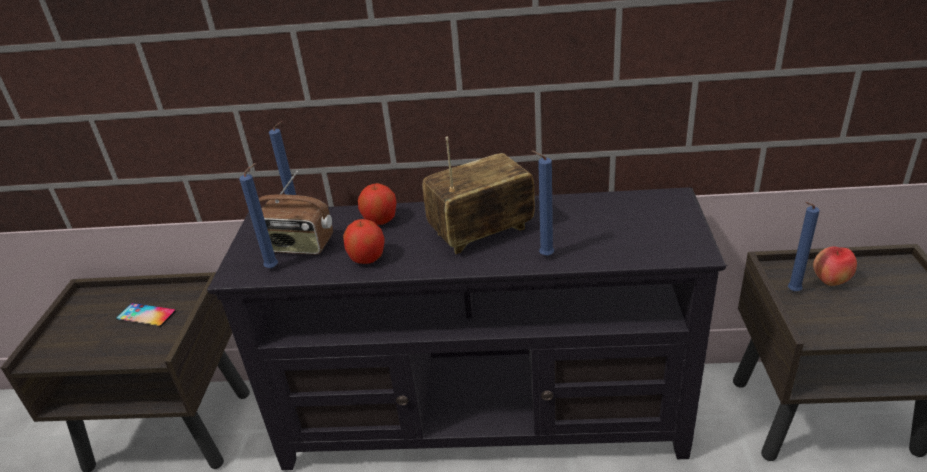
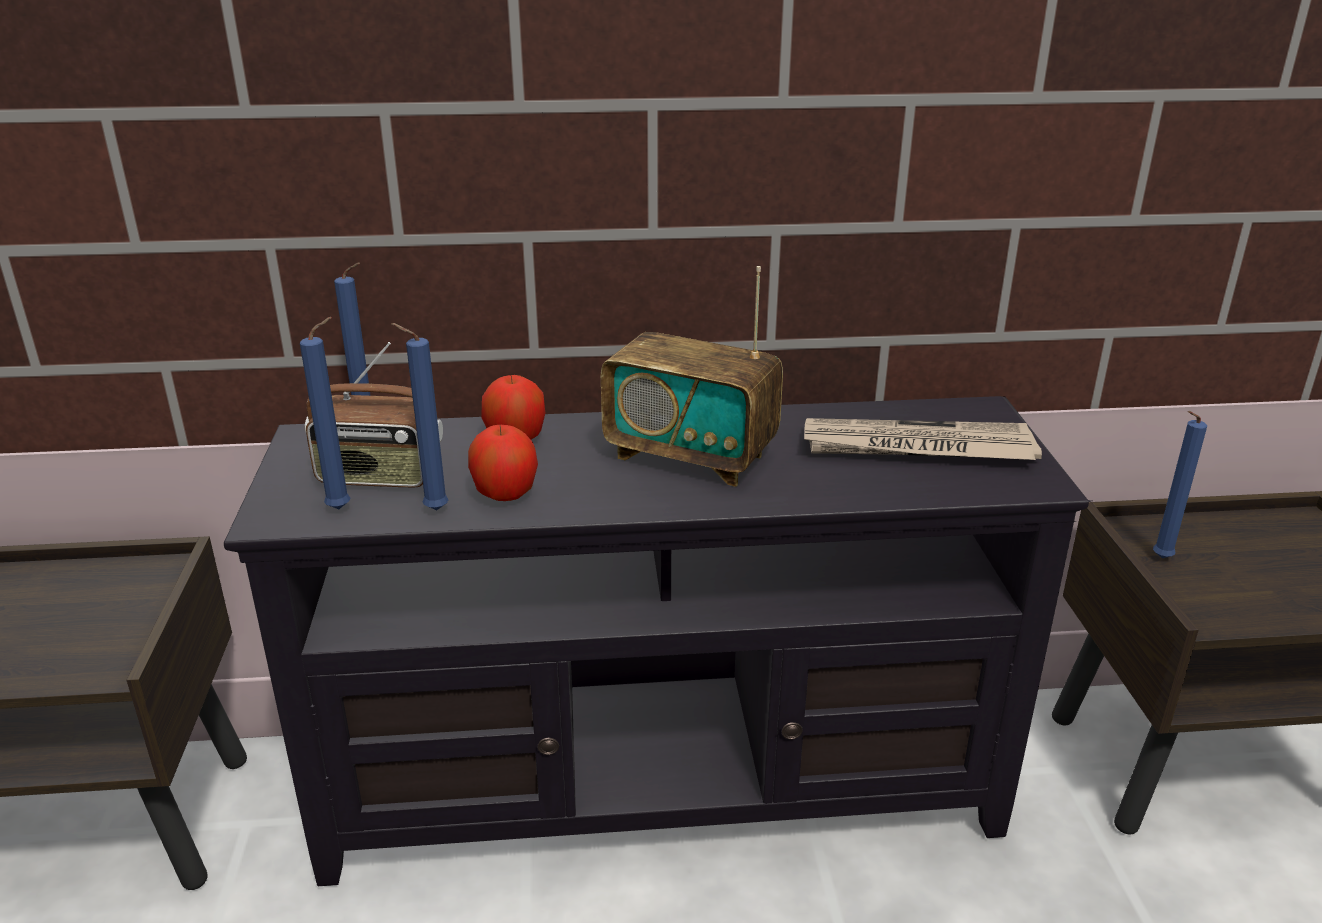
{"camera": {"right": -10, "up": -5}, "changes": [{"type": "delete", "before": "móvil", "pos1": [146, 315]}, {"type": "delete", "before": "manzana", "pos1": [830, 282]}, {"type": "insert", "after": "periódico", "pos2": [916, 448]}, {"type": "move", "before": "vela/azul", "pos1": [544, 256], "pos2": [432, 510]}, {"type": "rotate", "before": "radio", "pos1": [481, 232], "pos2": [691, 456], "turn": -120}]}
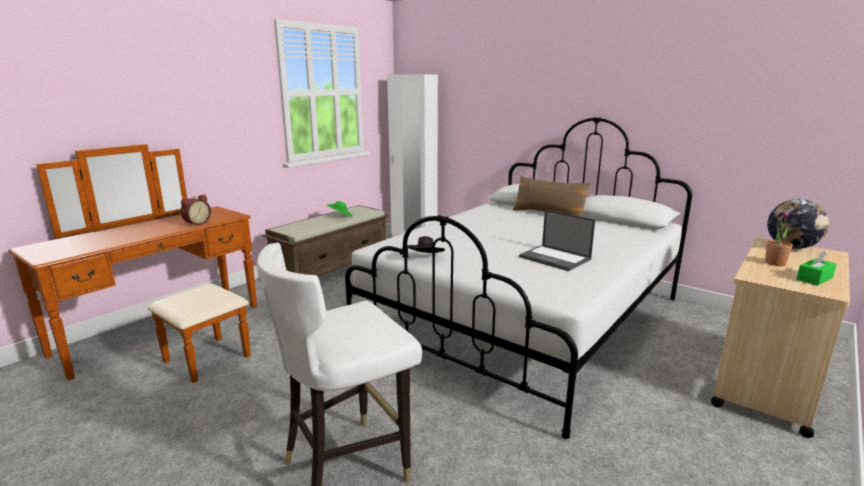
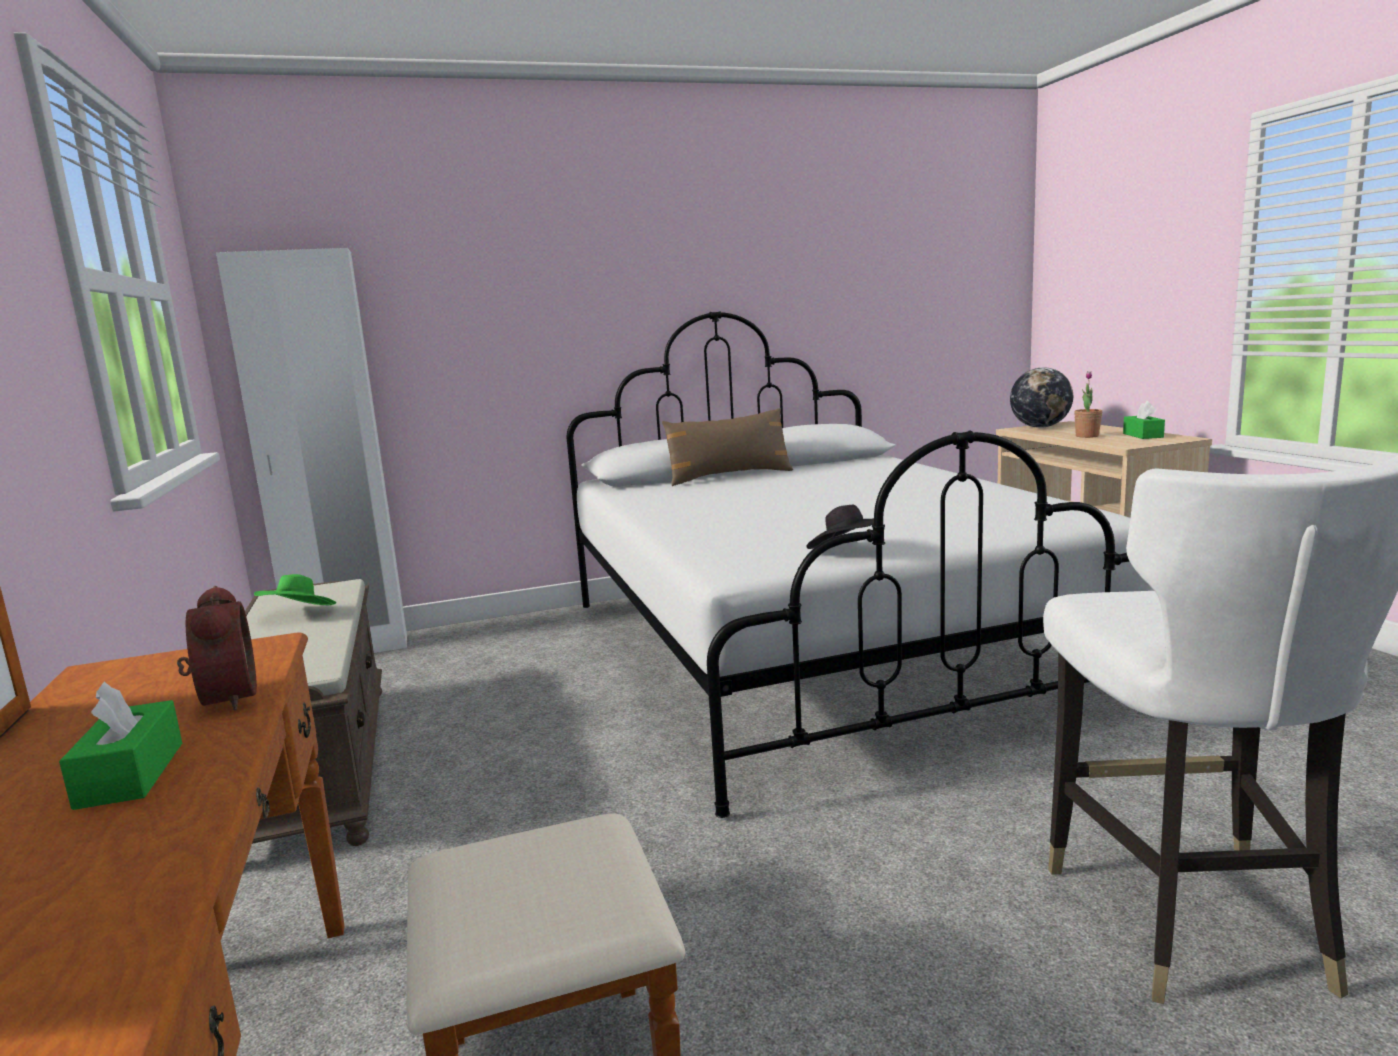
{"camera": {"right": -55, "up": -5}, "changes": [{"type": "delete", "before": "portátil", "pos1": [555, 258]}, {"type": "insert", "after": "caja de pañuelos/verde", "pos2": [130, 775]}]}
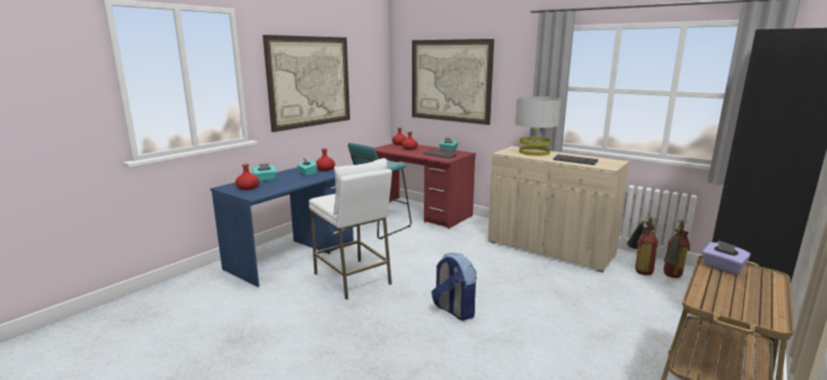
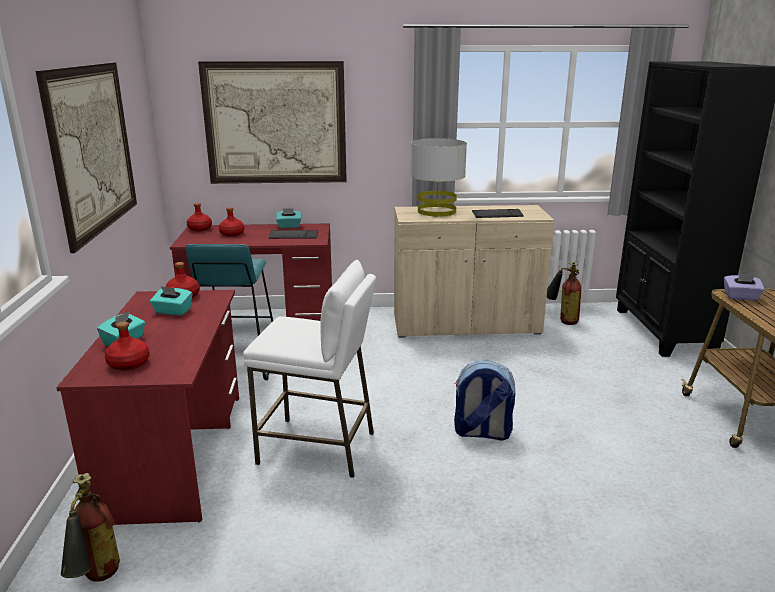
{"camera": {"right": -40, "up": 5}, "changes": [{"type": "move", "before": "extintor", "pos1": [670, 277], "pos2": [96, 582]}, {"type": "recolor", "before": "escritorio/azul", "after": "escritorio/rojo", "pos1": [292, 255], "pos2": [176, 453]}]}
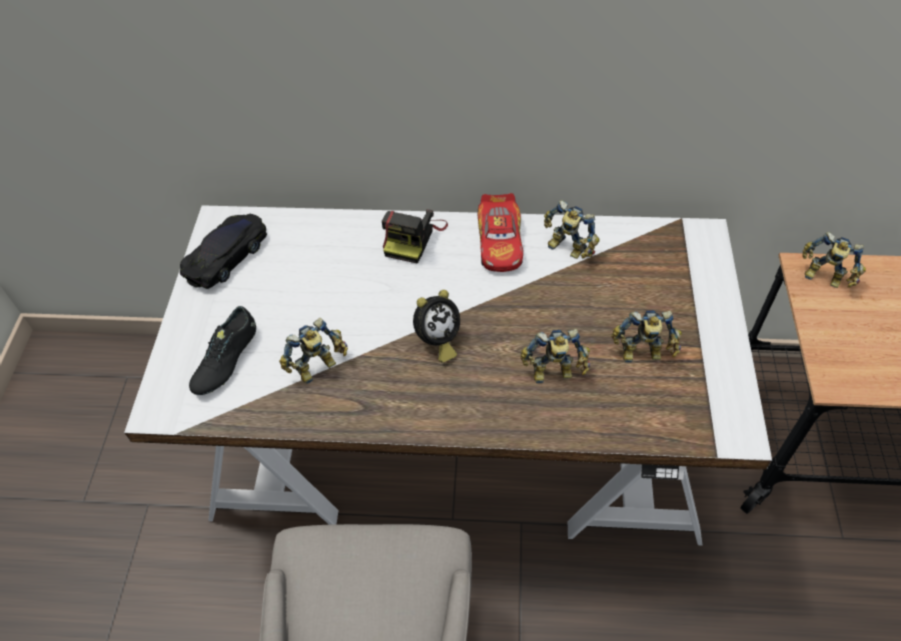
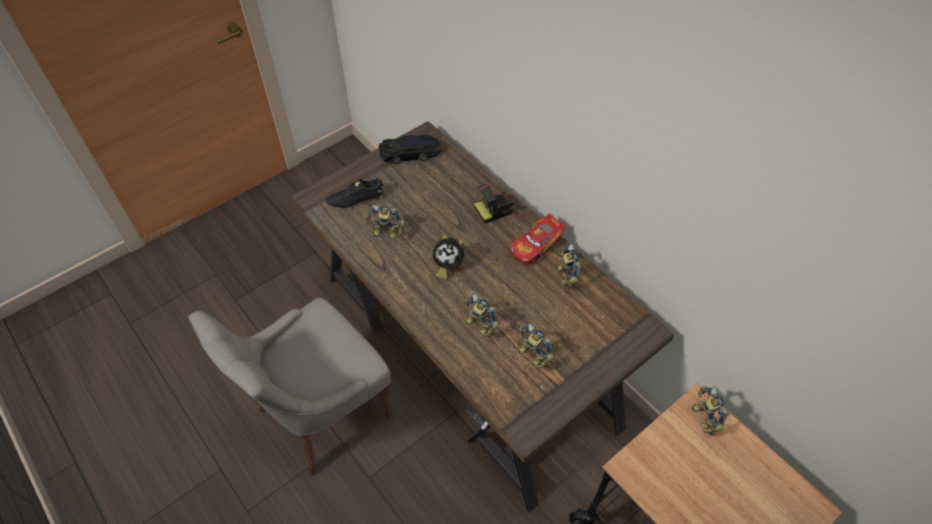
{"camera": {"right": 45, "up": 0}, "changes": [{"type": "recolor", "before": "escritorio/blanco", "after": "escritorio/marrón", "pos1": [457, 445], "pos2": [468, 349]}]}
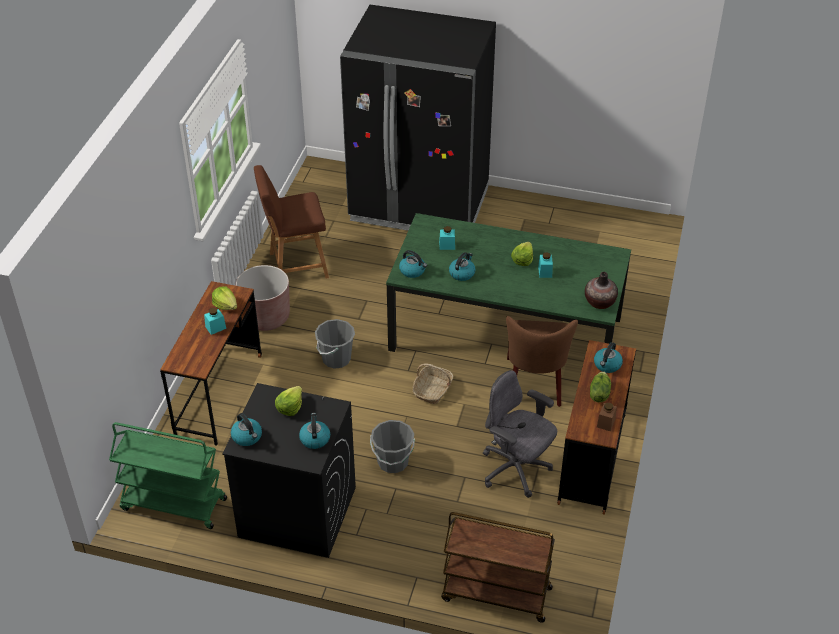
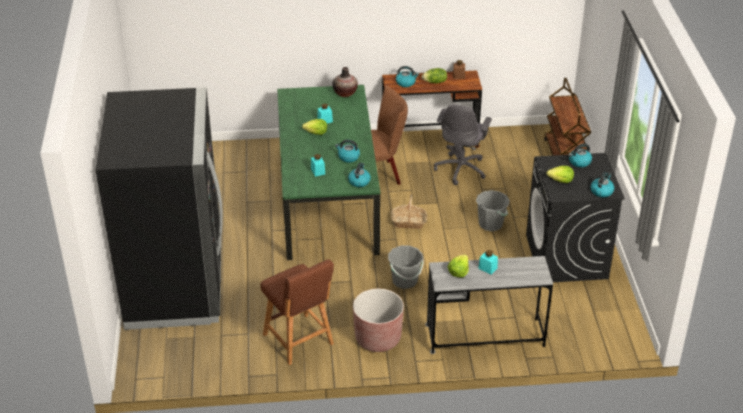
{"camera": {"right": -110, "up": -5}, "changes": [{"type": "delete", "before": "carrito/verde", "pos1": [173, 504]}, {"type": "recolor", "before": "escritorio/marrón", "after": "escritorio/gris", "pos1": [219, 394], "pos2": [485, 336]}]}
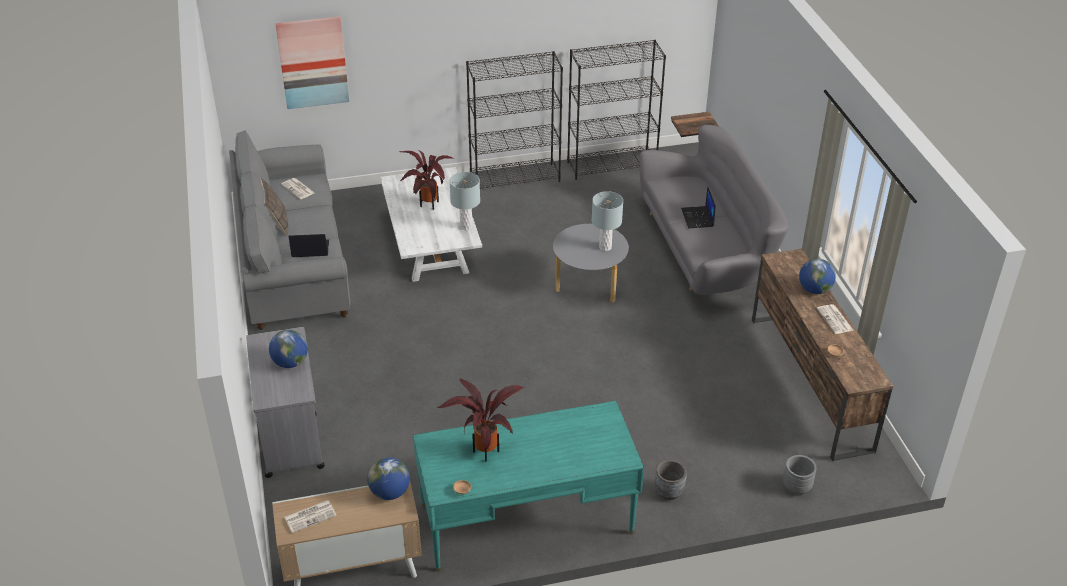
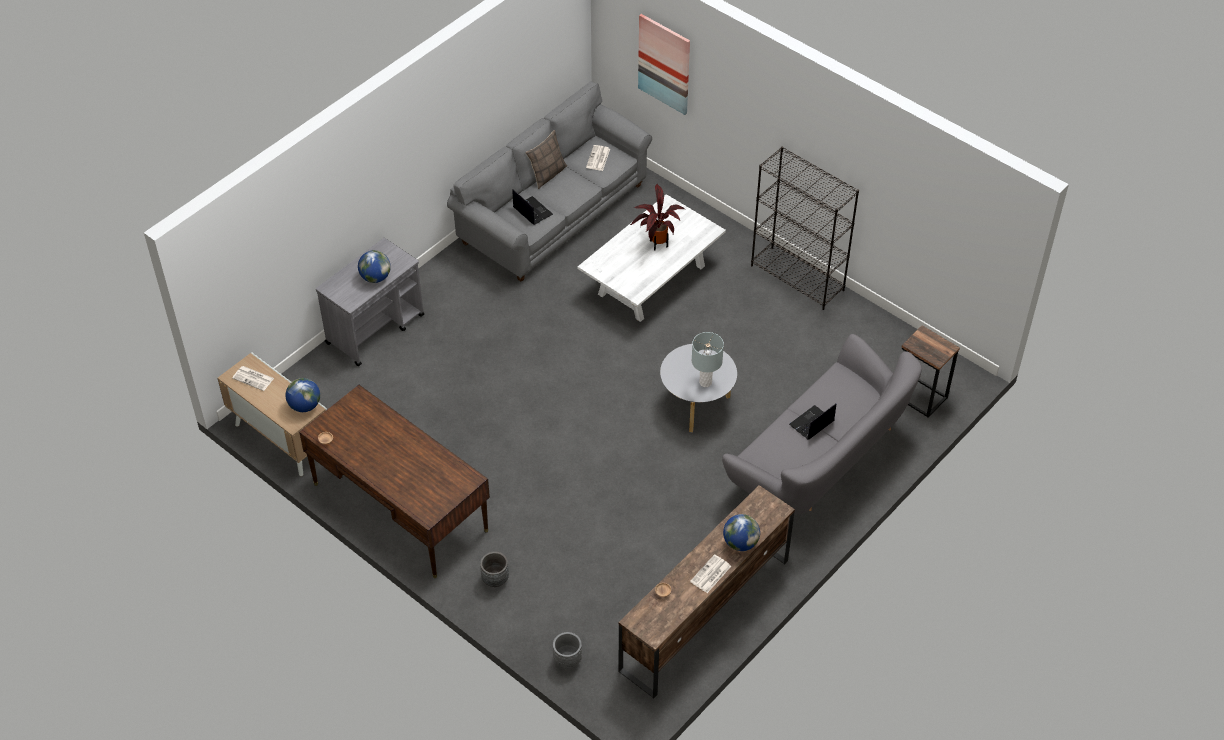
{"camera": {"right": 55, "up": 10}, "changes": [{"type": "delete", "before": "planta en maceta", "pos1": [485, 449]}, {"type": "delete", "before": "lámpara de mesa/gris", "pos1": [466, 227]}, {"type": "delete", "before": "estantería/negro", "pos1": [612, 165]}, {"type": "recolor", "before": "escritorio/turquesa", "after": "escritorio/marrón", "pos1": [526, 519], "pos2": [400, 507]}]}
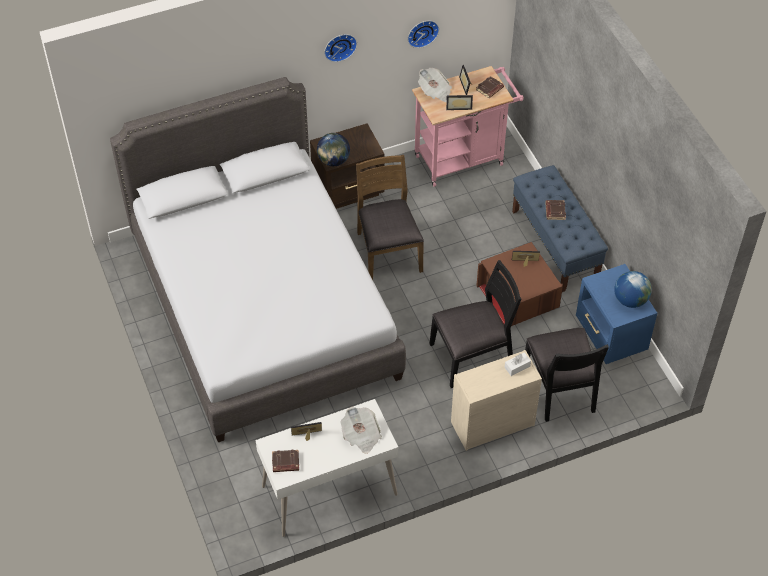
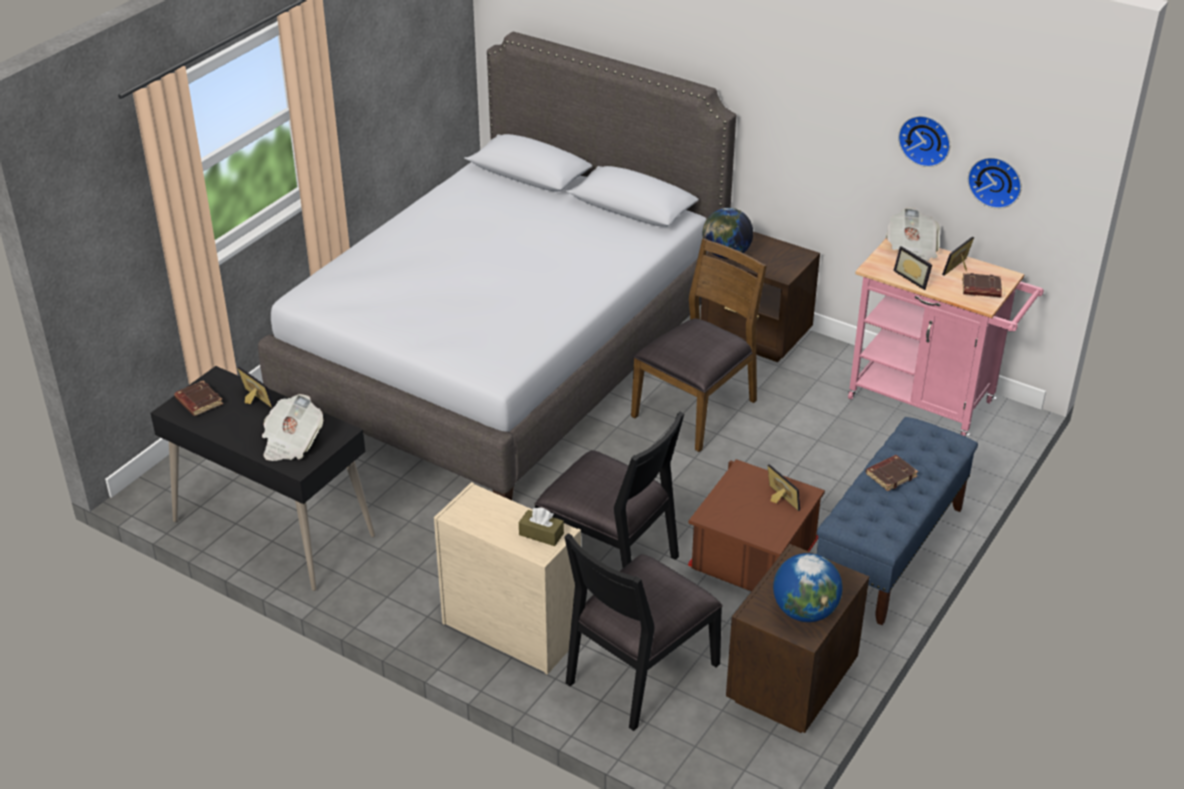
{"camera": {"right": 55, "up": -15}, "changes": [{"type": "move", "before": "reloj de pared", "pos1": [339, 46], "pos2": [996, 180]}, {"type": "recolor", "before": "escritorio/blanco", "after": "escritorio/negro", "pos1": [329, 491], "pos2": [273, 529]}, {"type": "recolor", "before": "caja de pañuelos/blanco", "after": "caja de pañuelos/marrón", "pos1": [517, 367], "pos2": [541, 534]}, {"type": "recolor", "before": "mesita de noche/azul", "after": "mesita de noche/marrón", "pos1": [610, 337], "pos2": [788, 685]}]}
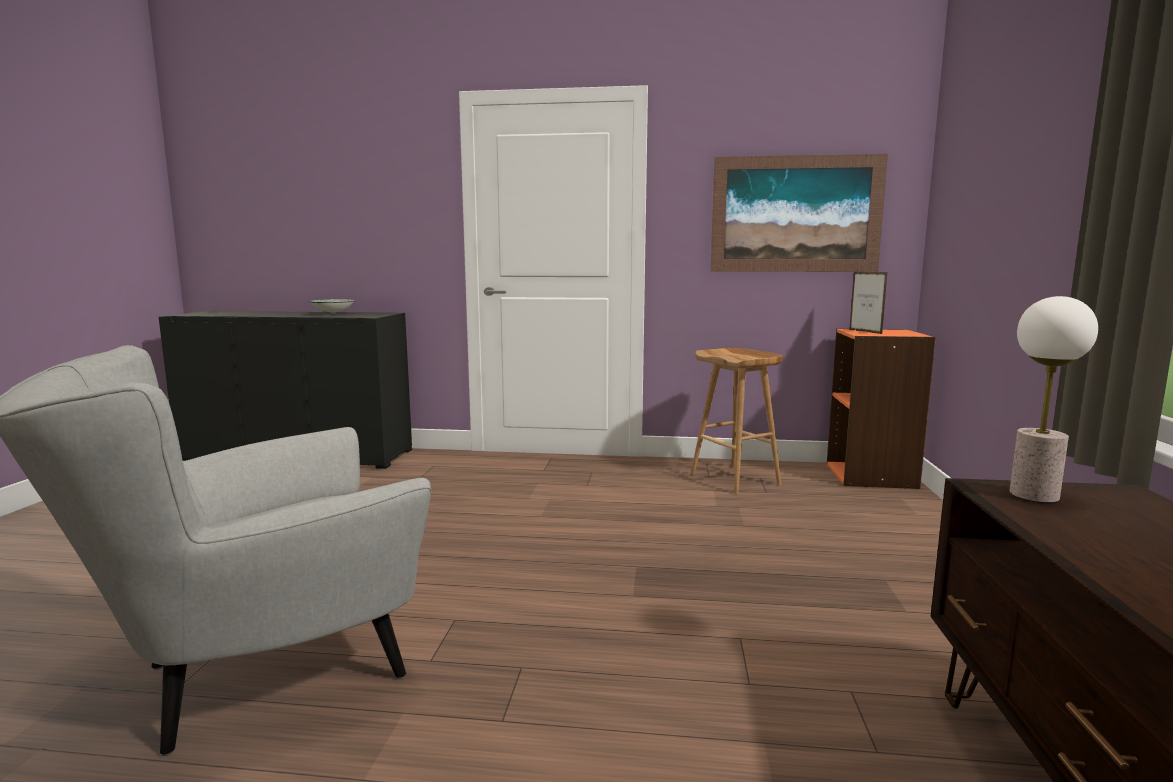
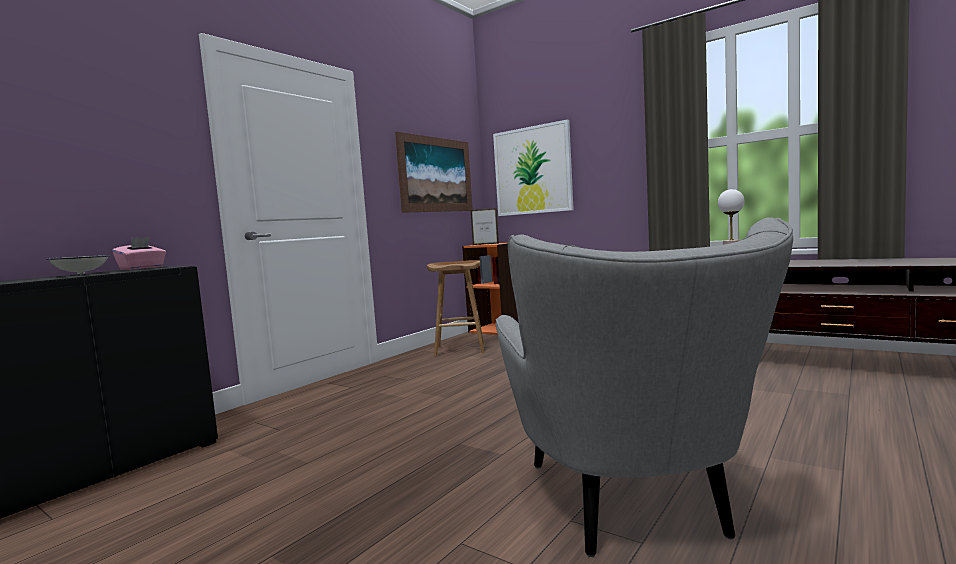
{"camera": {"right": -60, "up": -5}, "changes": [{"type": "insert", "after": "caja de pañuelos/rosa", "pos2": [142, 268]}, {"type": "insert", "after": "cuadro", "pos2": [532, 170]}]}
